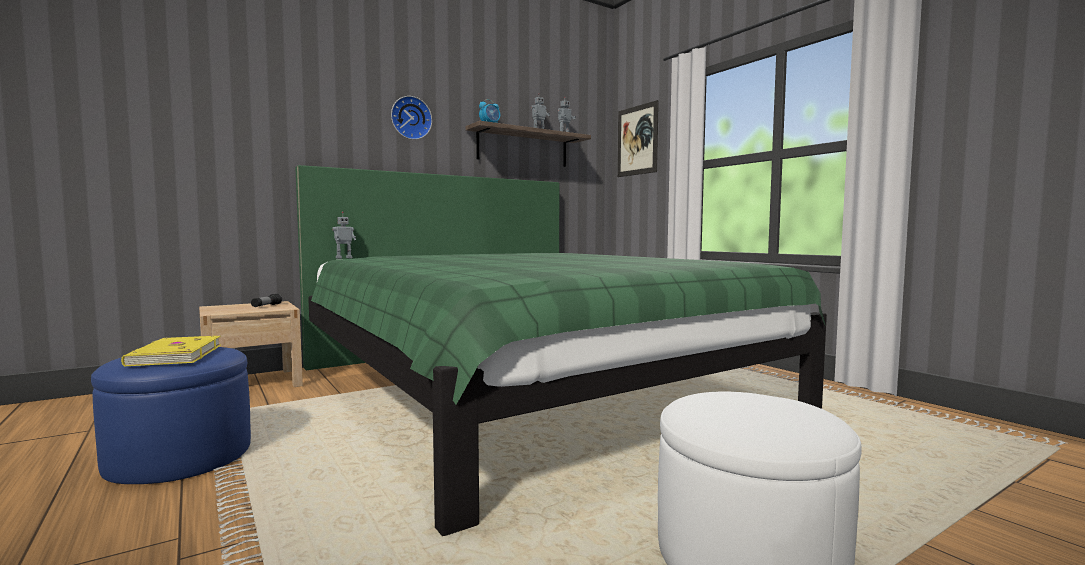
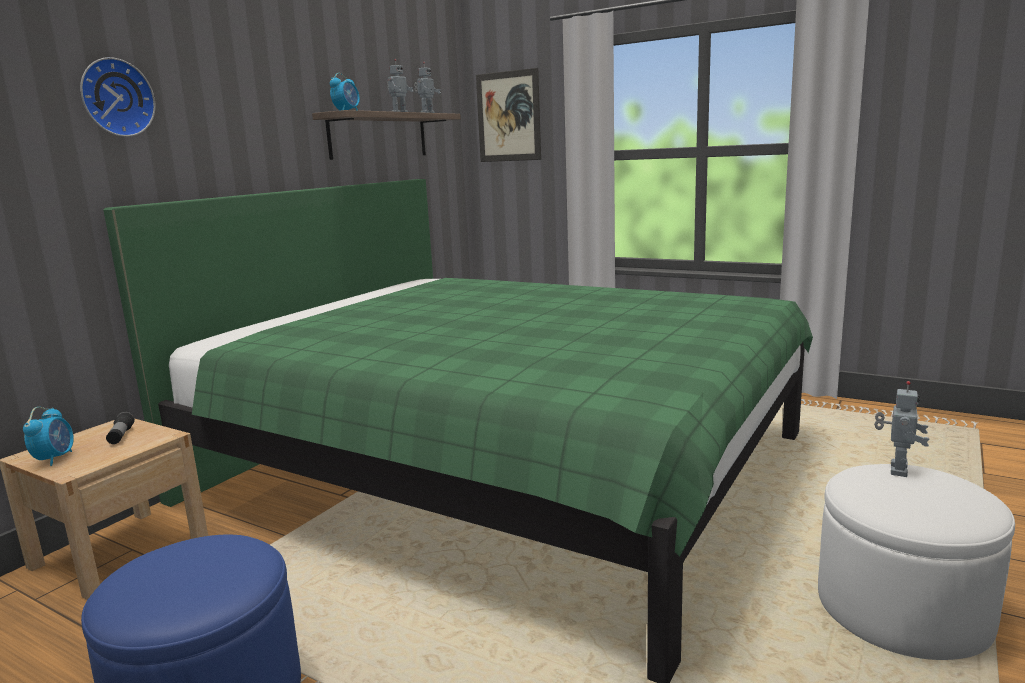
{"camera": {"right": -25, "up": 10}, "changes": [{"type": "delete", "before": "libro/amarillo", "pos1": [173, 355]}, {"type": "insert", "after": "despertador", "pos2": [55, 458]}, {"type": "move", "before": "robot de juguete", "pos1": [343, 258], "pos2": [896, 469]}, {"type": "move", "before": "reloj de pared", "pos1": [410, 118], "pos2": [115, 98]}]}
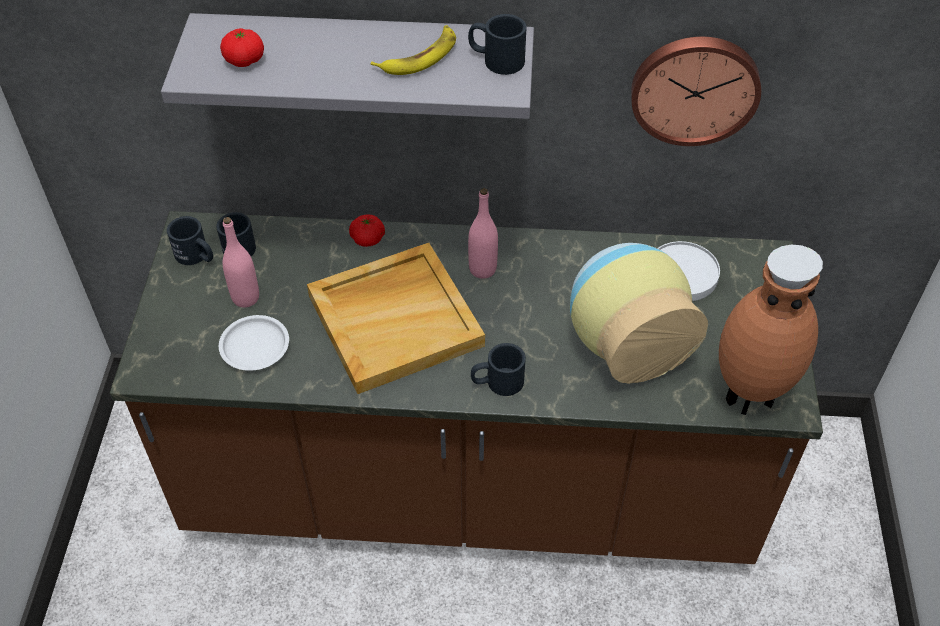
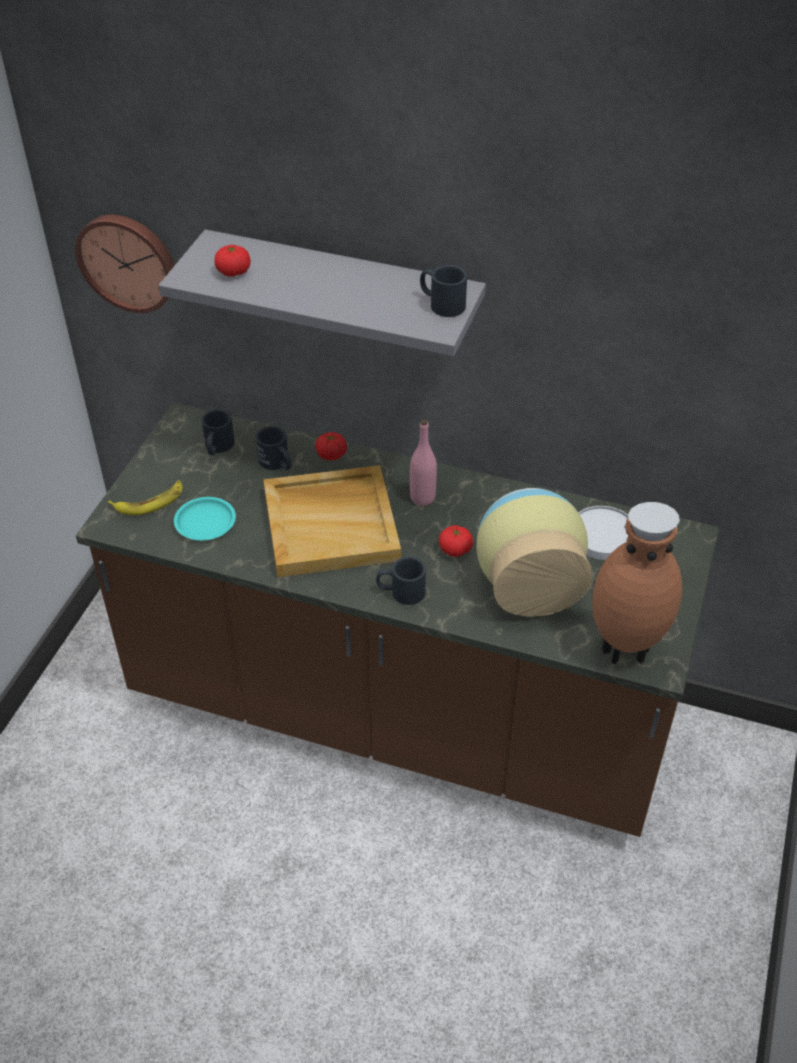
{"camera": {"right": 15, "up": -5}, "changes": [{"type": "delete", "before": "botella/rosa", "pos1": [245, 298]}, {"type": "insert", "after": "tomate", "pos2": [455, 549]}, {"type": "move", "before": "taza grande/negro", "pos1": [196, 256], "pos2": [277, 463]}, {"type": "move", "before": "plátano", "pos1": [420, 56], "pos2": [150, 502]}, {"type": "move", "before": "reloj de pared", "pos1": [694, 88], "pos2": [129, 261]}, {"type": "recolor", "before": "plato/blanco", "after": "plato/turquesa", "pos1": [255, 346], "pos2": [206, 522]}]}
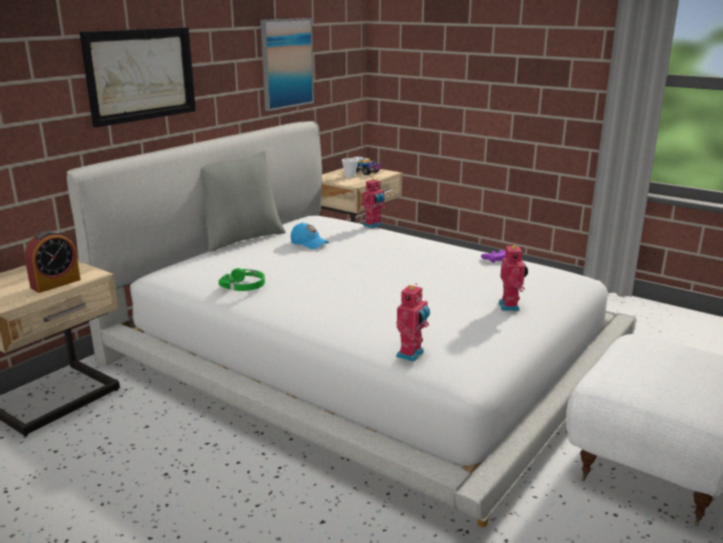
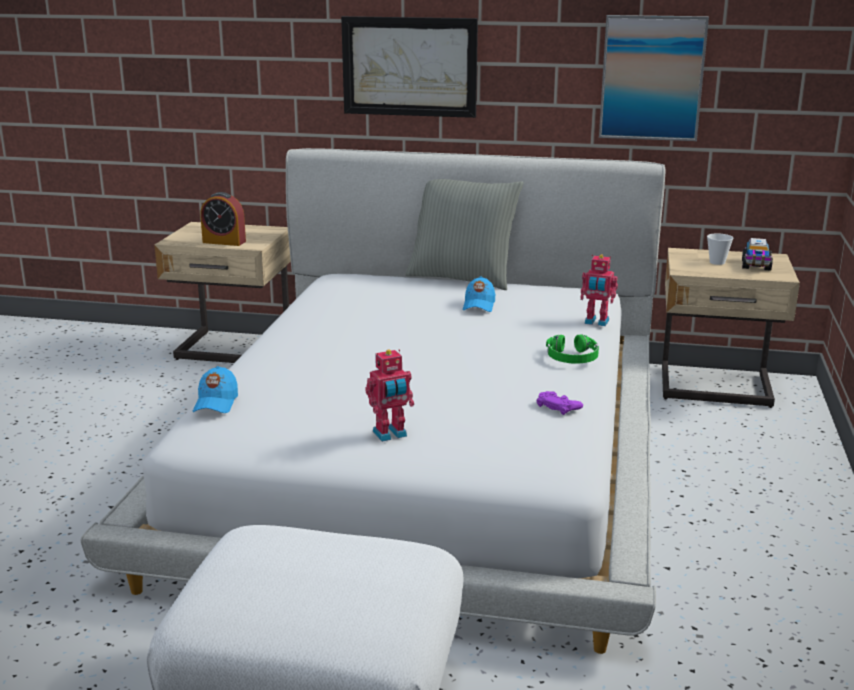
{"camera": {"right": 65, "up": 0}, "changes": [{"type": "move", "before": "auriculares/verde", "pos1": [244, 286], "pos2": [572, 358]}, {"type": "replace", "before": "robot de juguete", "after": "gorra/azul", "pos1": [412, 355], "pos2": [216, 403]}]}
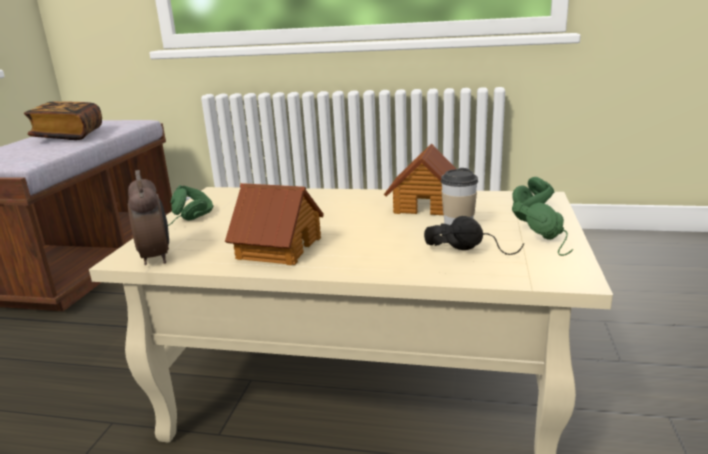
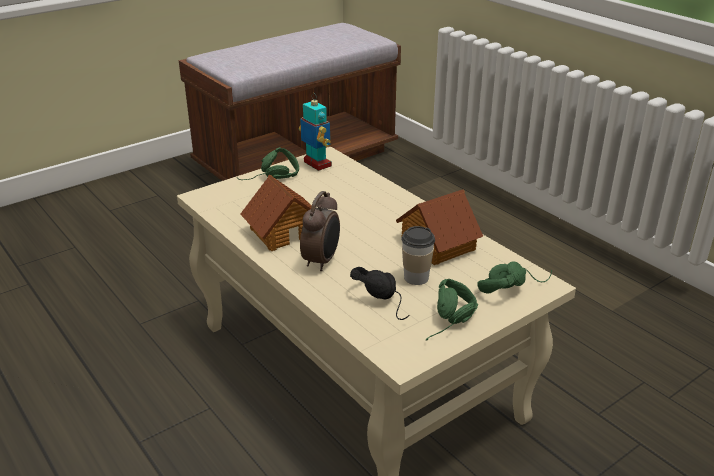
{"camera": {"right": 40, "up": 10}, "changes": [{"type": "delete", "before": "libro", "pos1": [69, 136]}, {"type": "insert", "after": "robot de juguete", "pos2": [317, 164]}, {"type": "move", "before": "despertador", "pos1": [156, 257], "pos2": [322, 261]}]}
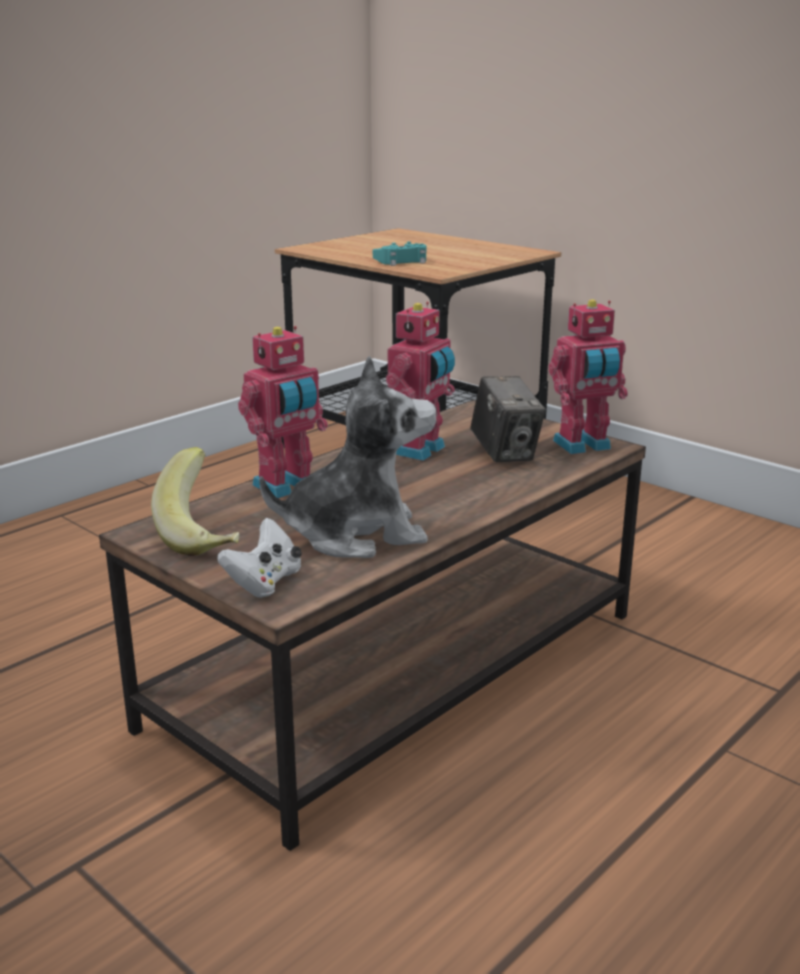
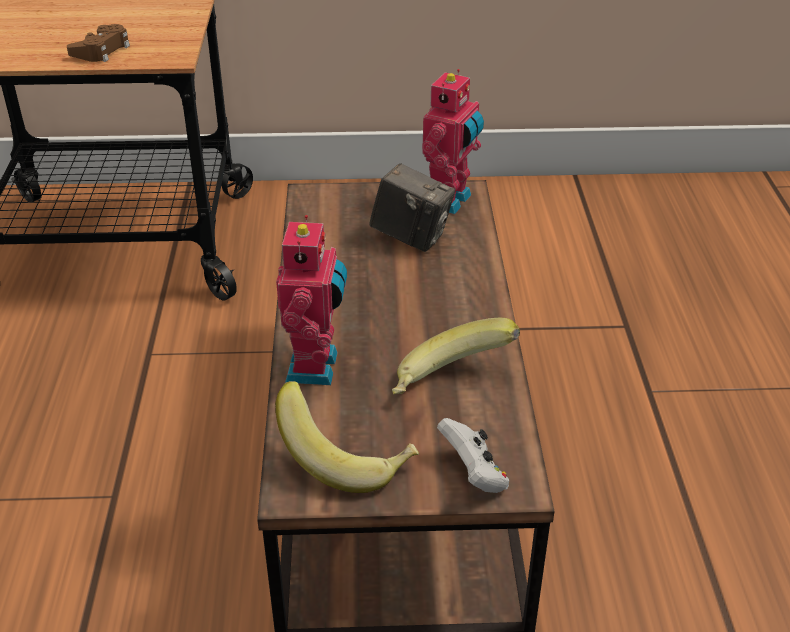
{"camera": {"right": -45, "up": 15}, "changes": [{"type": "delete", "before": "robot de juguete", "pos1": [420, 450]}, {"type": "replace", "before": "peluche", "after": "plátano", "pos1": [356, 534], "pos2": [451, 385]}, {"type": "recolor", "before": "mando de consola/turquesa", "after": "mando de consola/marrón", "pos1": [402, 261], "pos2": [101, 50]}]}
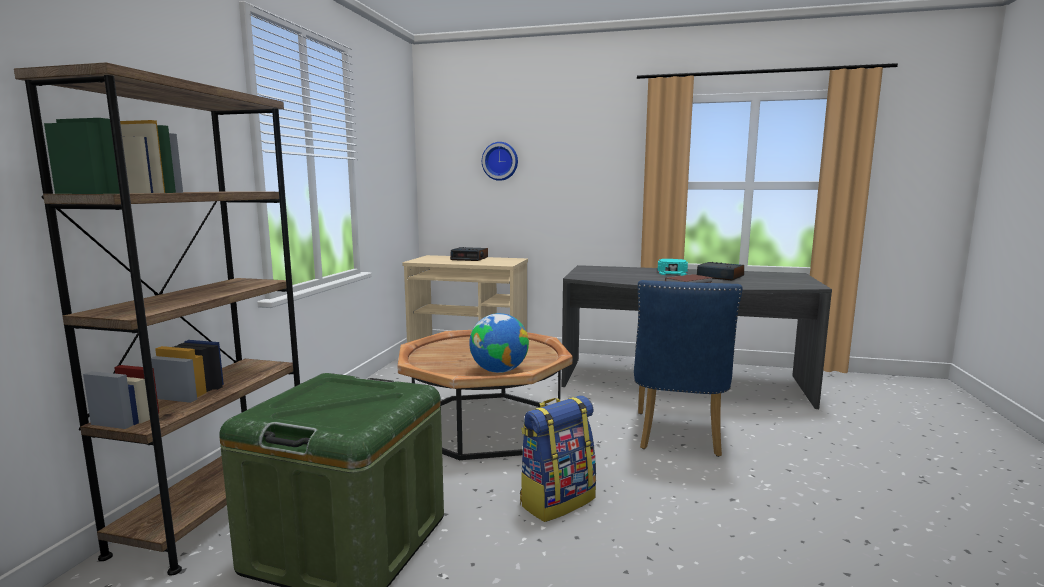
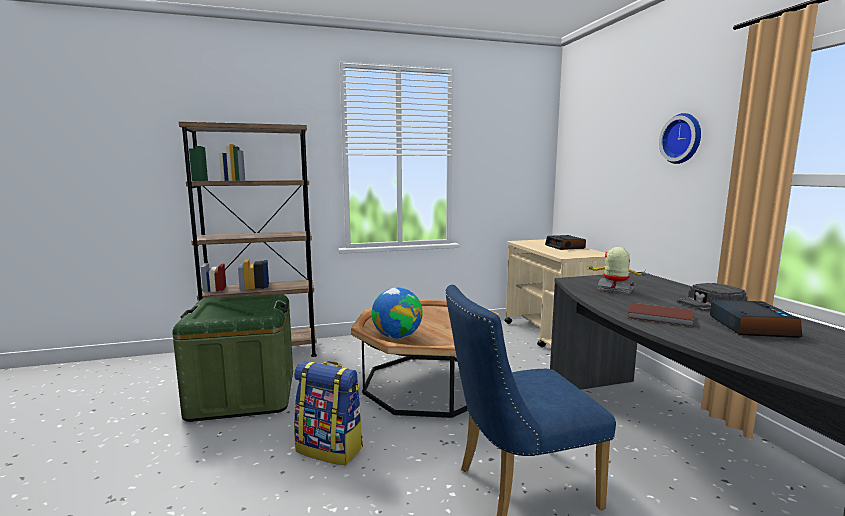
{"camera": {"right": 60, "up": 0}, "changes": [{"type": "insert", "after": "robot de juguete", "pos2": [615, 289]}, {"type": "move", "before": "reloj de pared", "pos1": [500, 161], "pos2": [683, 138]}, {"type": "recolor", "before": "gorra/turquesa", "after": "gorra/negro", "pos1": [672, 272], "pos2": [710, 304]}]}
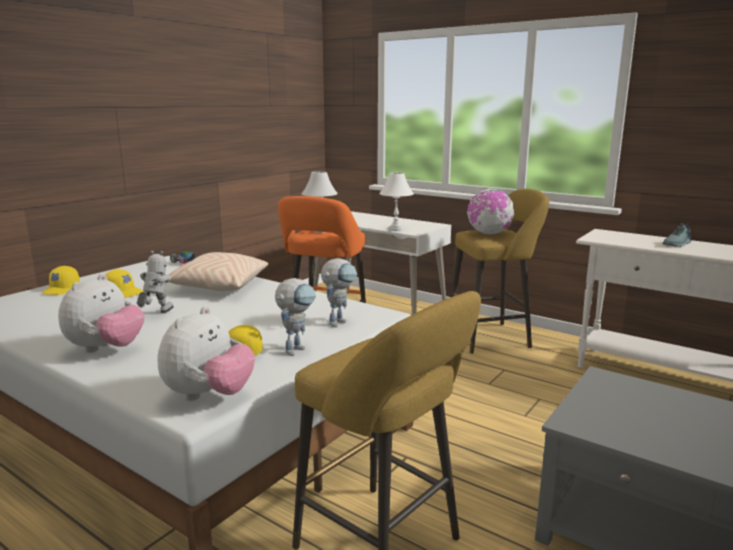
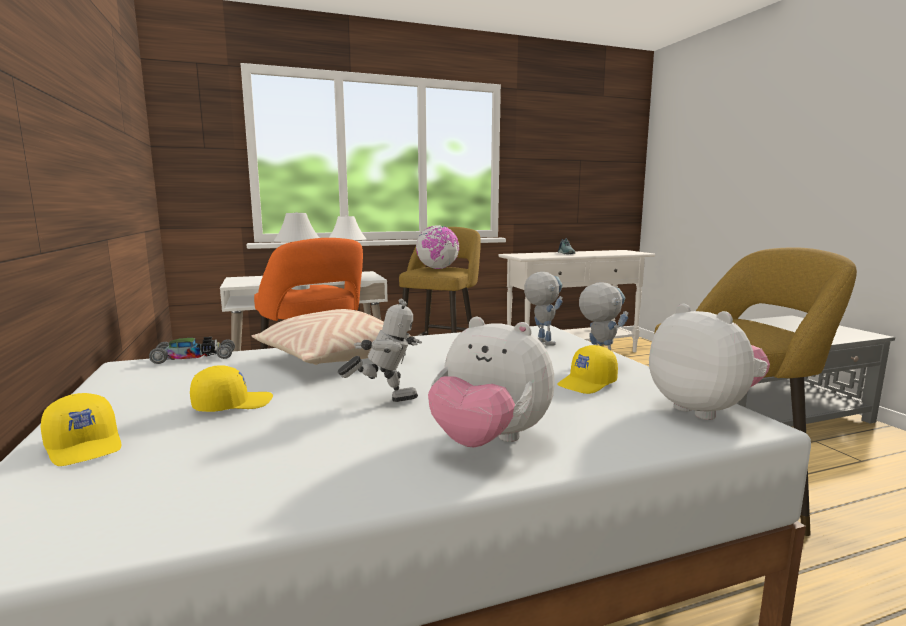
{"camera": {"right": -55, "up": -5}, "changes": [{"type": "rotate", "before": "peluche", "pos1": [106, 349], "pos2": [489, 441], "turn": 150}, {"type": "rotate", "before": "robot de juguete", "pos1": [156, 314], "pos2": [385, 399], "turn": 120}]}
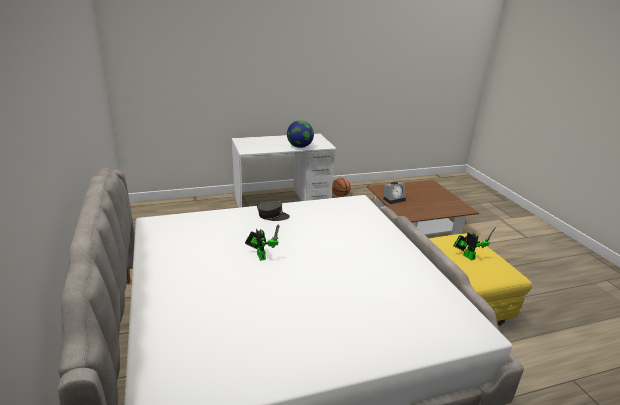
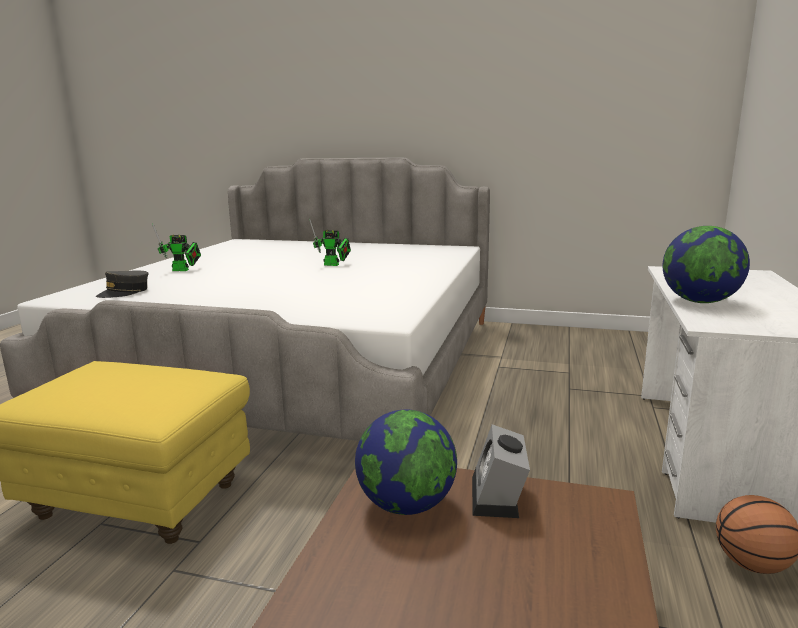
{"camera": {"right": 125, "up": -10}, "changes": [{"type": "insert", "after": "globo terráqueo", "pos2": [406, 505]}, {"type": "move", "before": "gorra/gris", "pos1": [272, 216], "pos2": [124, 292]}, {"type": "move", "before": "robot de juguete", "pos1": [467, 256], "pos2": [183, 270]}]}
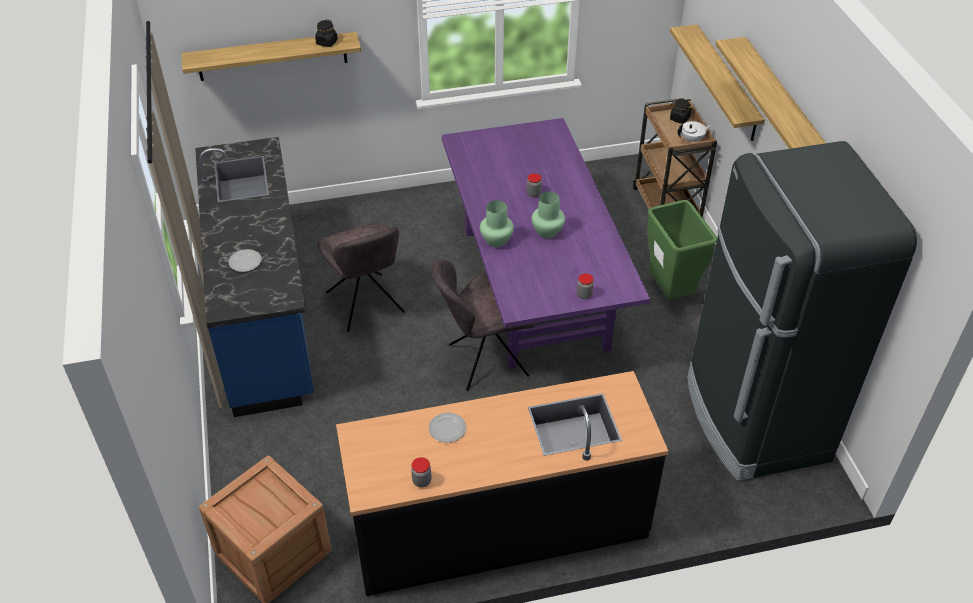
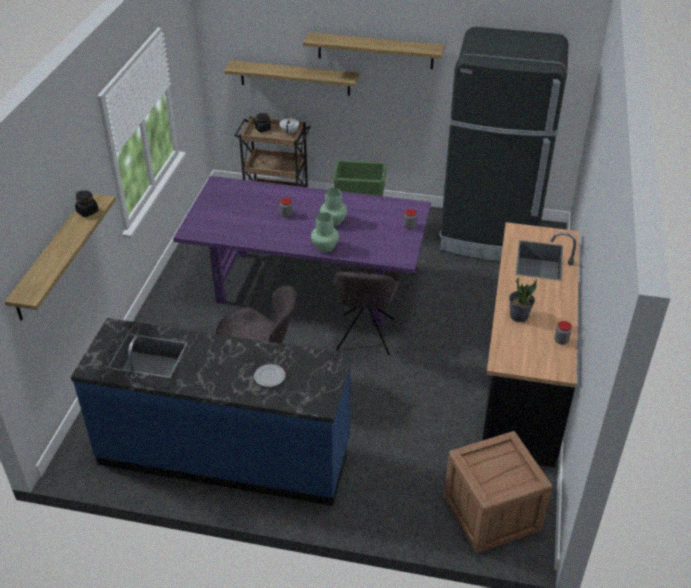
{"camera": {"right": -65, "up": -5}, "changes": [{"type": "replace", "before": "plato", "after": "planta en maceta", "pos1": [447, 429], "pos2": [518, 316]}]}
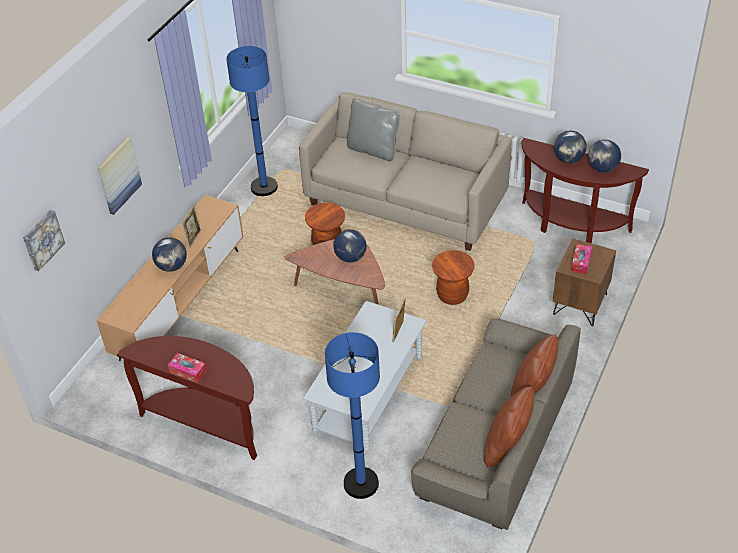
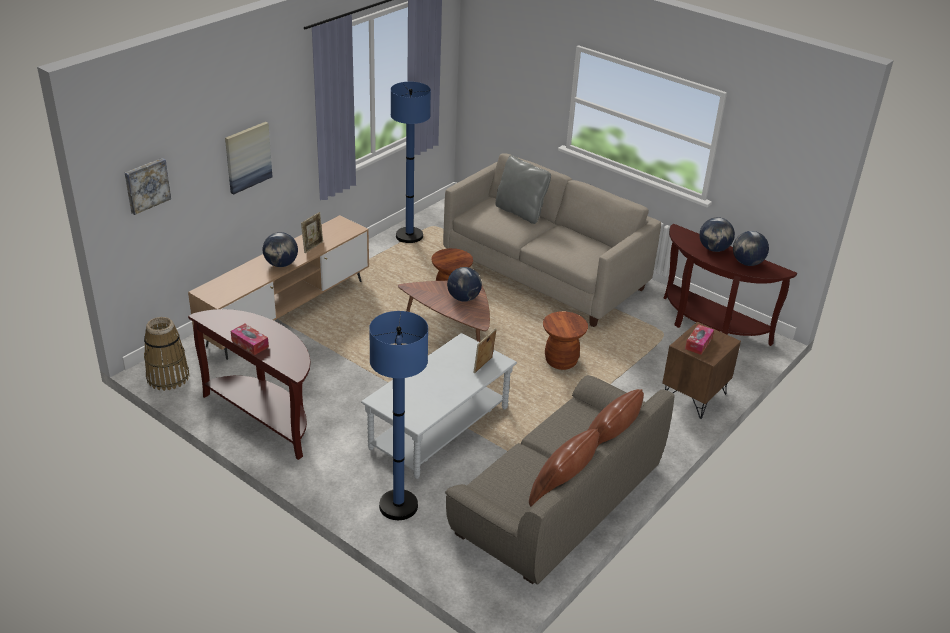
{"camera": {"right": 10, "up": -10}, "changes": [{"type": "insert", "after": "cesta", "pos2": [168, 377]}]}
